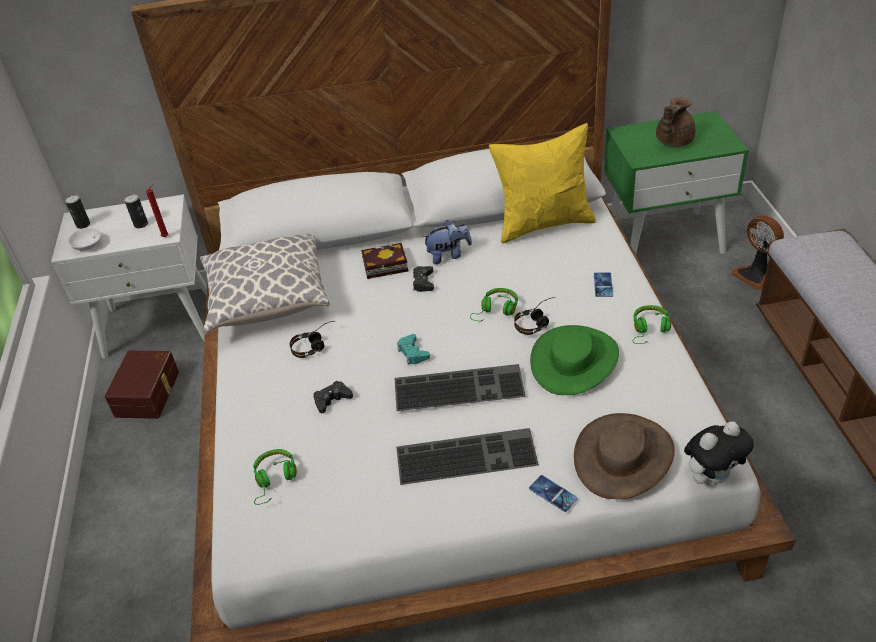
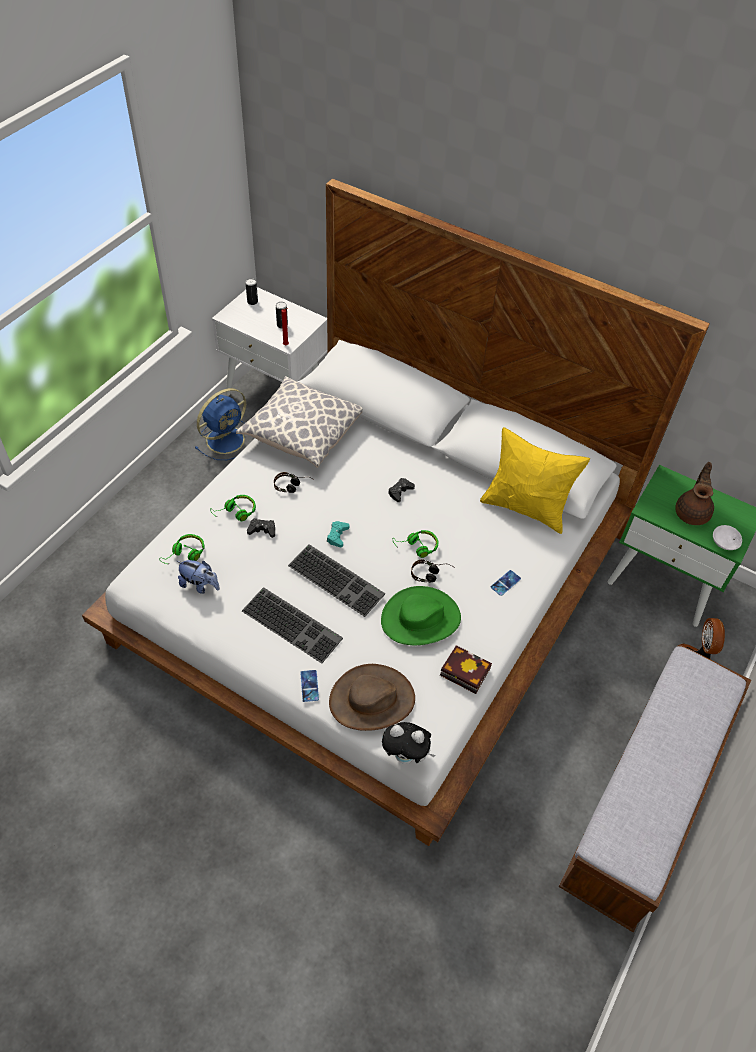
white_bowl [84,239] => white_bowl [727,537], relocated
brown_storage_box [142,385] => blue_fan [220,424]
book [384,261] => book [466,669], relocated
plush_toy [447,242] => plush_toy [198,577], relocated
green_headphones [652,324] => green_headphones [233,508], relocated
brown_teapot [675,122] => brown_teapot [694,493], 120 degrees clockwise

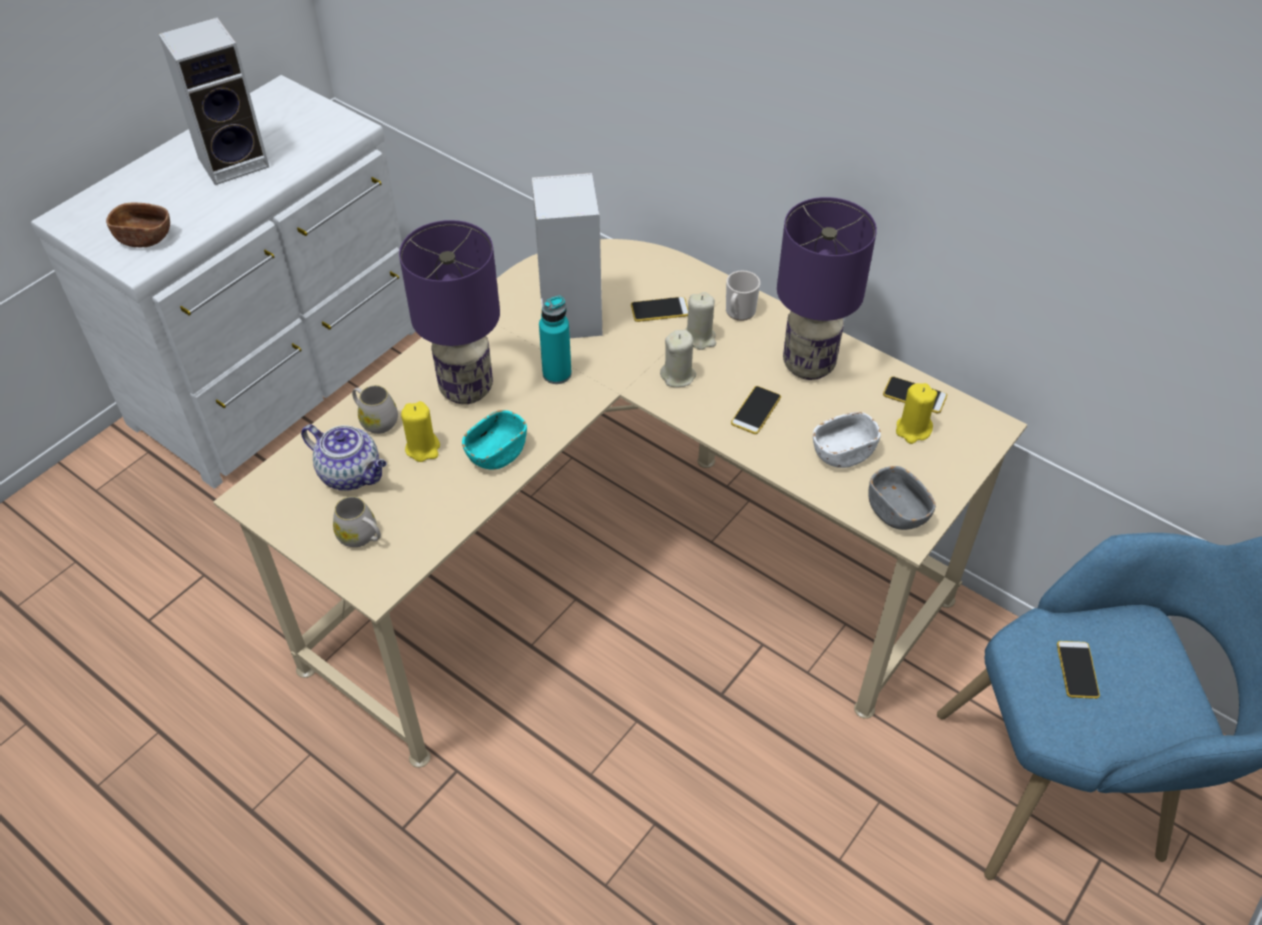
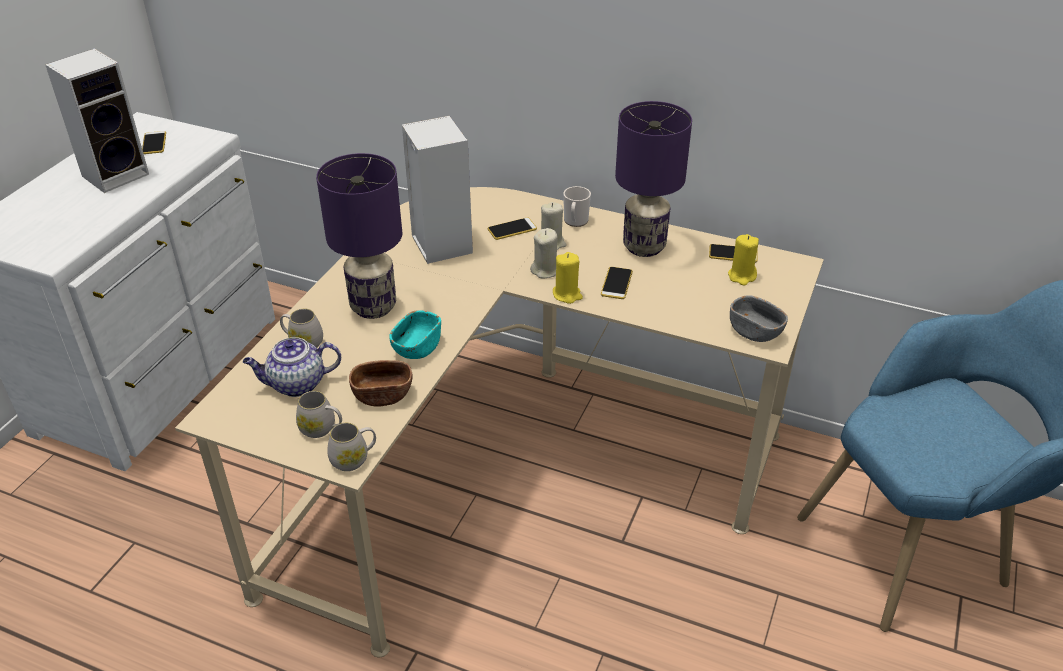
brown_bowl [138,225] => brown_bowl [380,383], relocated
teapot [344,457] => teapot [292,367], 150 degrees clockwise
yellow_candle [420,431] => yellow_candle [568,278], relocated
turquoise_bottle [555,340] => nothing
white_bowl [847,440] => nothing
phone [1078,670] => phone [154,142], relocated
nothing => white_mug [351,447]

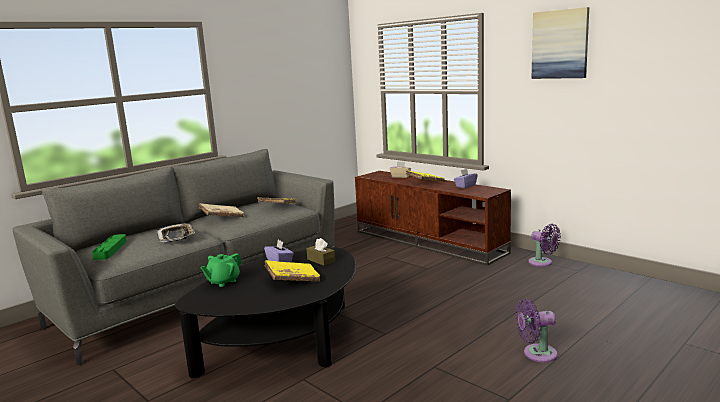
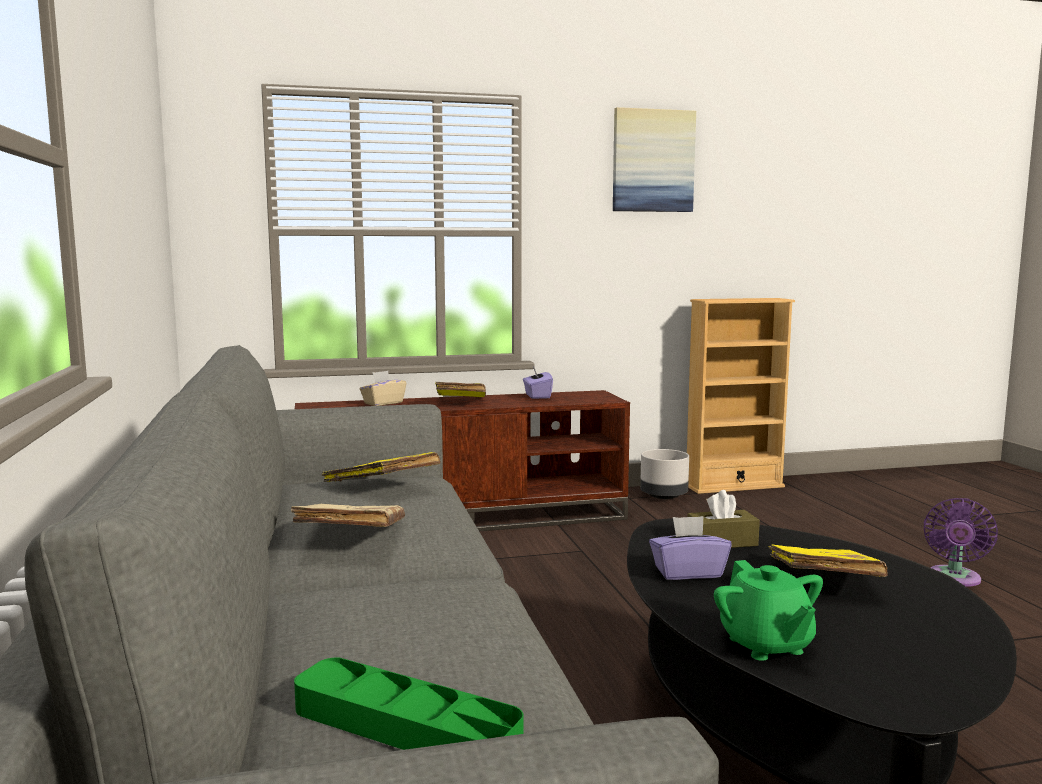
tray [175,232] => nothing
purple_fan [544,245] => grey_planter [664,474]
nothing => beige_bookcase [741,396]

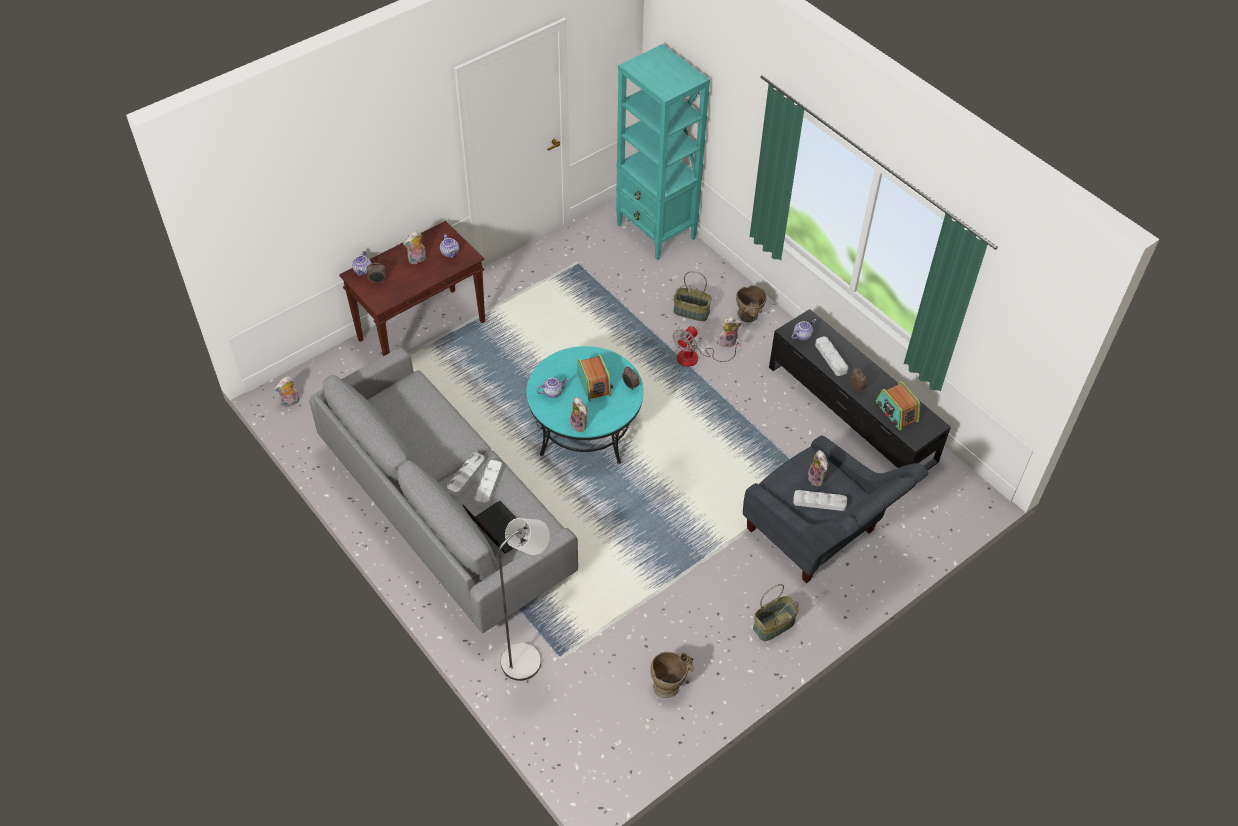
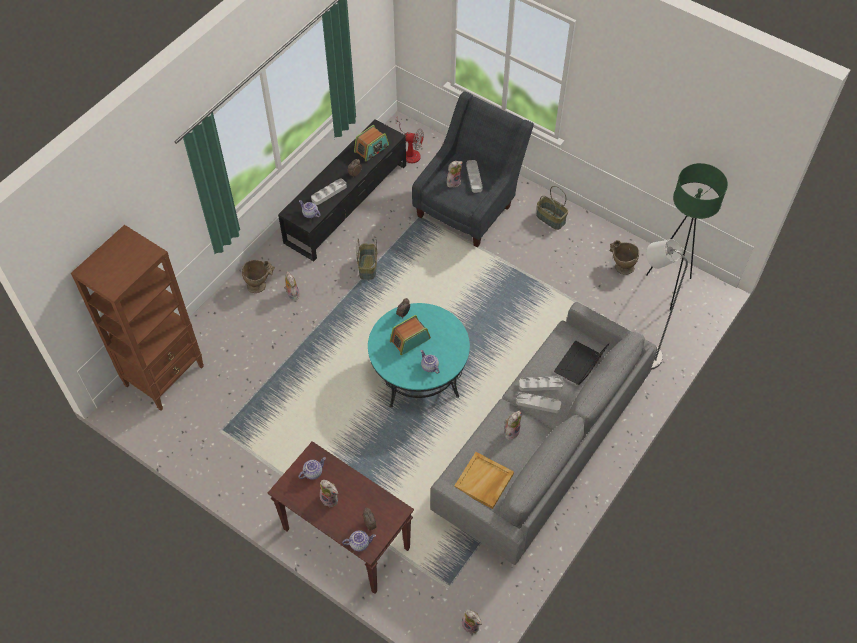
plush_toy [579,414] => plush_toy [513,425], relocated
turquoise_bookcase [663,152] => brown_bookcase [137,318]
basket [692,296] => basket [366,259], relocated
fan [707,346] => fan [410,140], relocated
nothing => beige_tray [484,480]
nothing => green_floor_lamp [687,236]

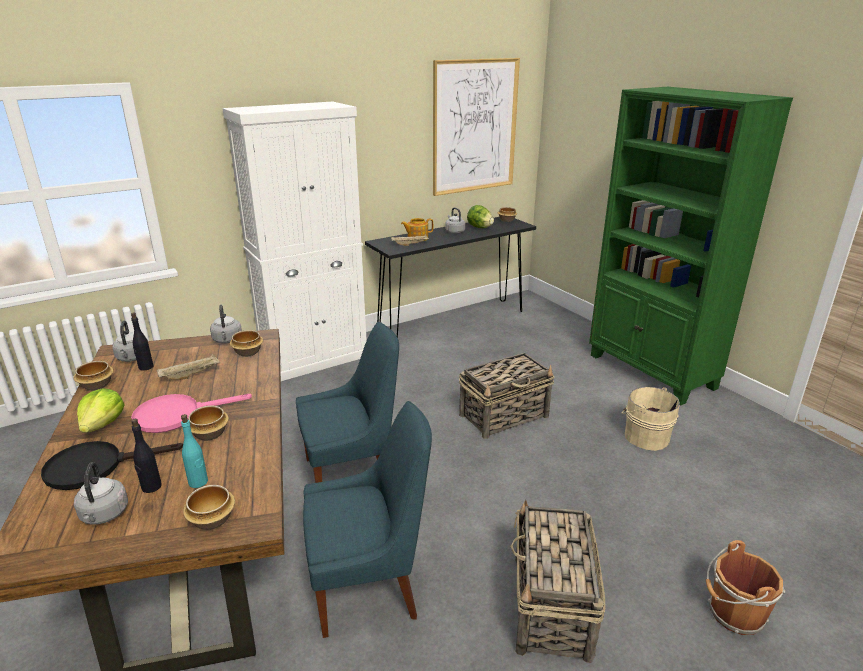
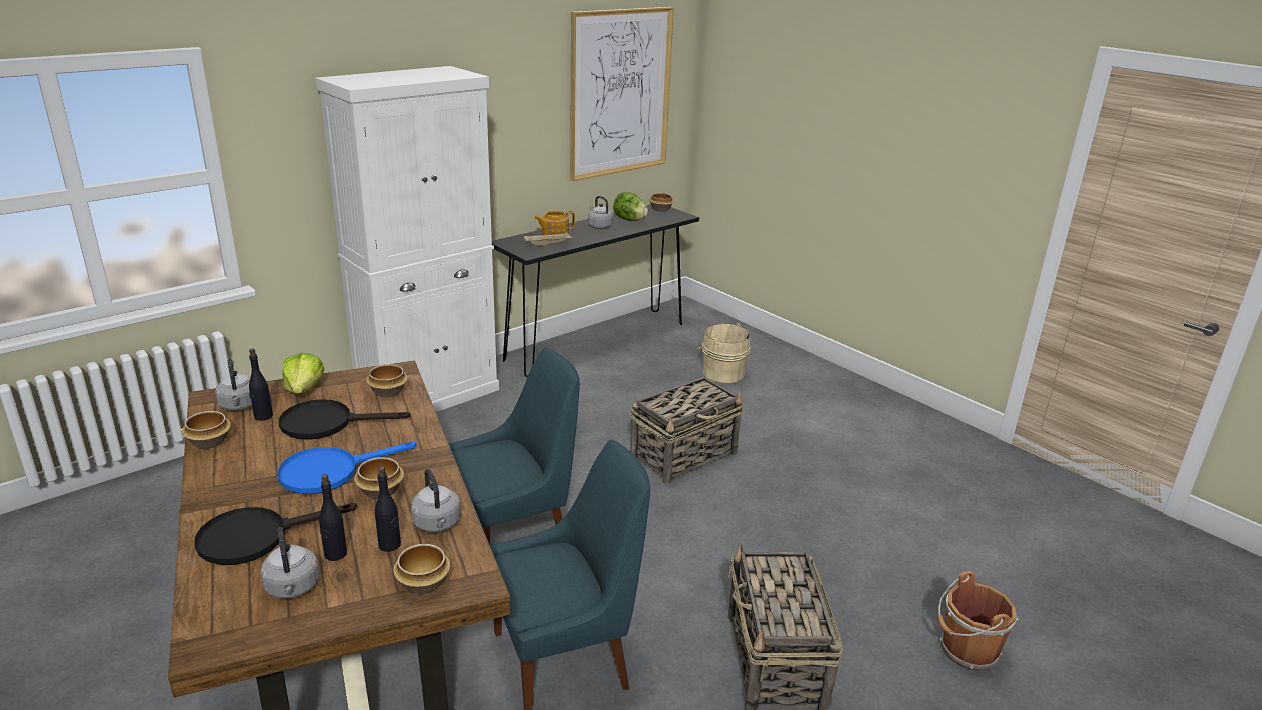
lettuce [101,410] => lettuce [303,373], relocated
pink_frying_pan [191,413] => blue_frying_pan [346,468]
beige_tray [189,367] => black_frying_pan [345,419]
turquoise_bottle [194,451] => black_bottle [388,509]
grey_kettle [226,324] => grey_kettle [436,500], relocated
green_bookcase [691,246] => nothing
beige_bucket [651,419] => beige_bucket [724,353], relocated

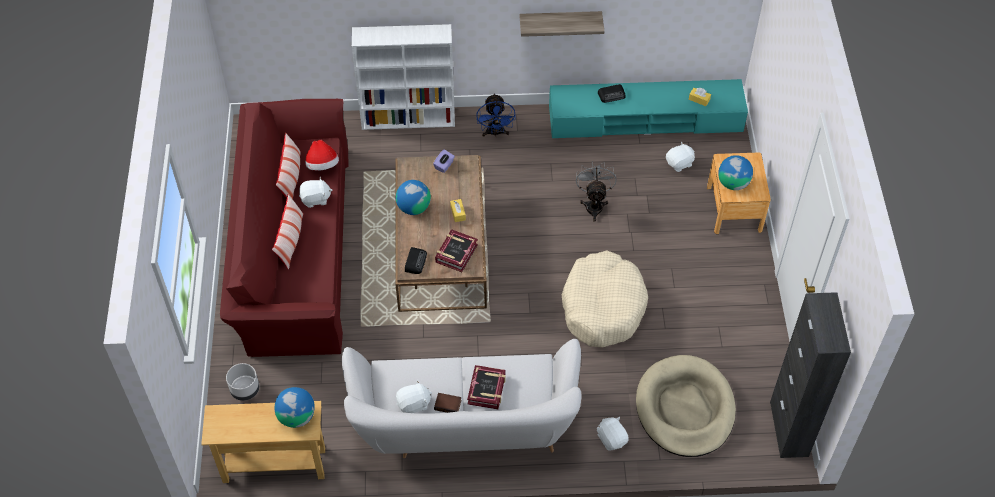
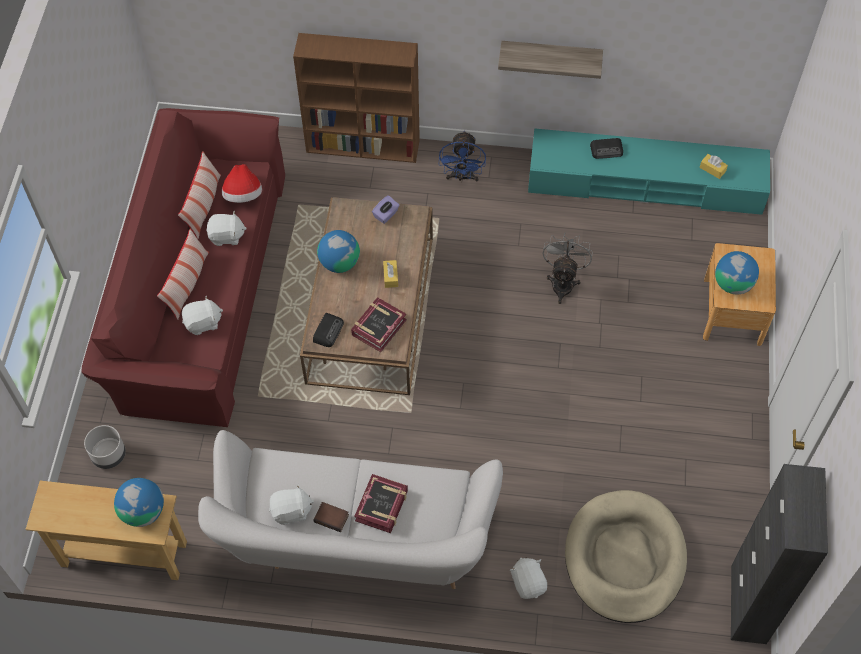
white_bookcase [403,77] => brown_bookcase [356,98]
beige_dog_bed [605,299] => nothing
white_plush_toy [680,157] => white_plush_toy [202,315], relocated

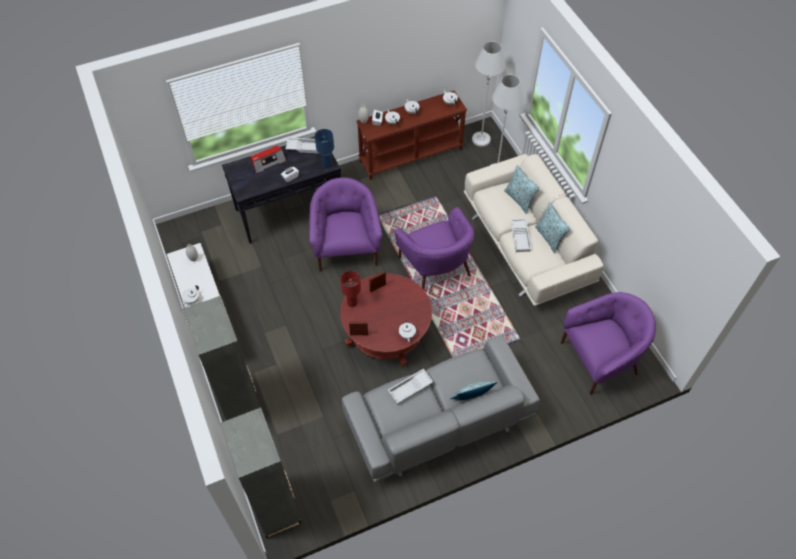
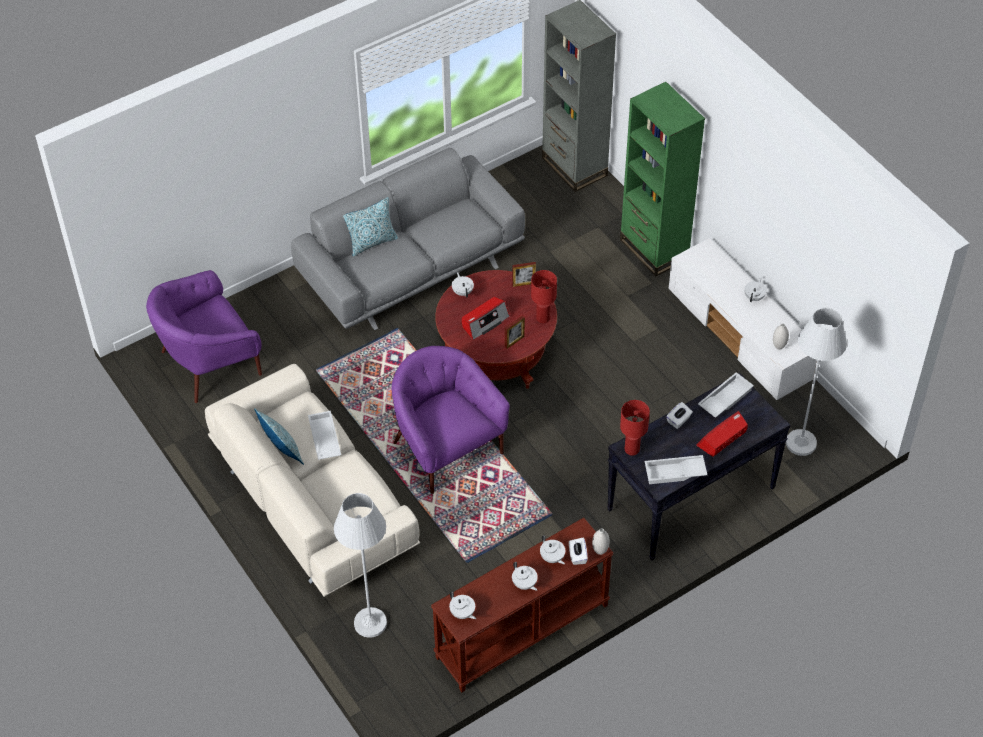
grey_bookcase [221,358] => green_bookcase [662,179]
purple_armchair [345,224] => nothing
blue_table_lamp [324,148] => red_table_lamp [635,428]
white_tray [410,387] => white_tray [726,395], relocated
white_floor_lamp [489,94] => white_floor_lamp [816,382], relocated
pillow [522,189] => nothing
nothing => radio [486,318]

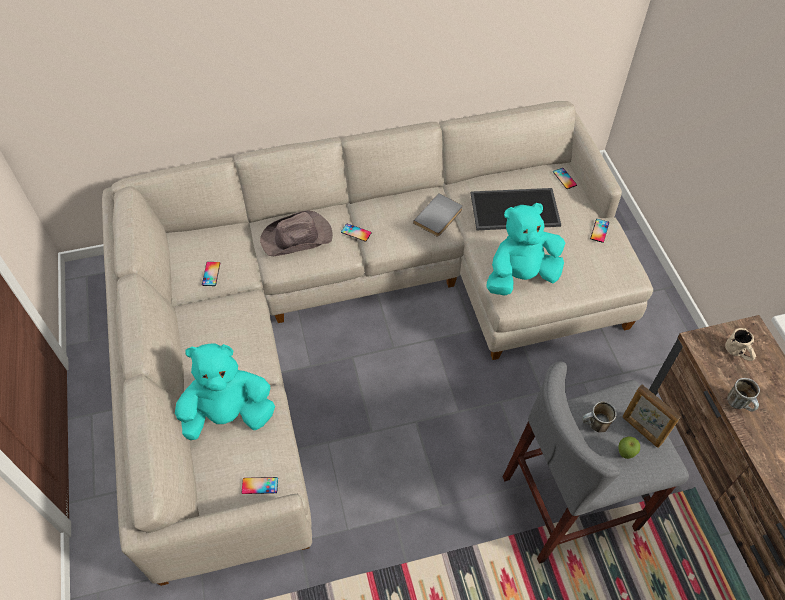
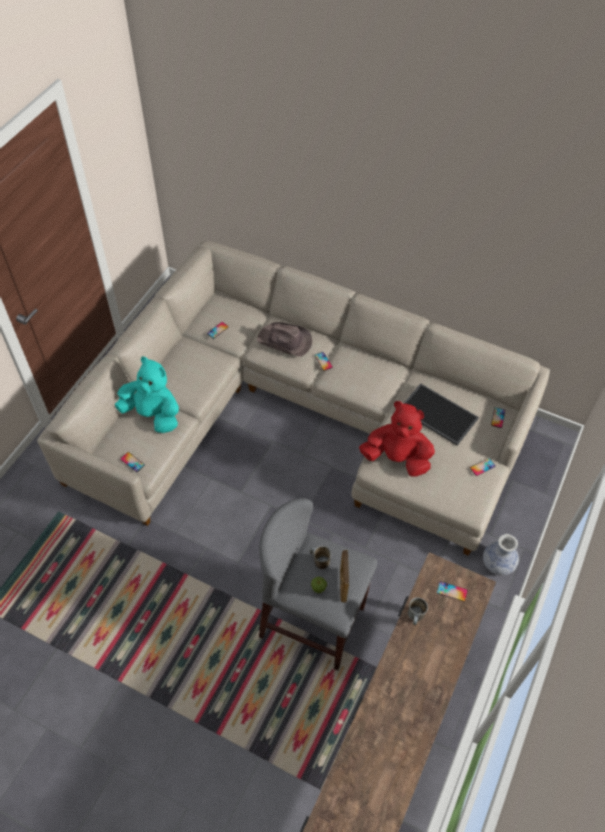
grey_book [437,215] => nothing
turquoise_plush_toy [525,249] => red_plush_toy [397,439]
beige_mug [740,344] => phone [452,591]
nothing => vase [501,555]

